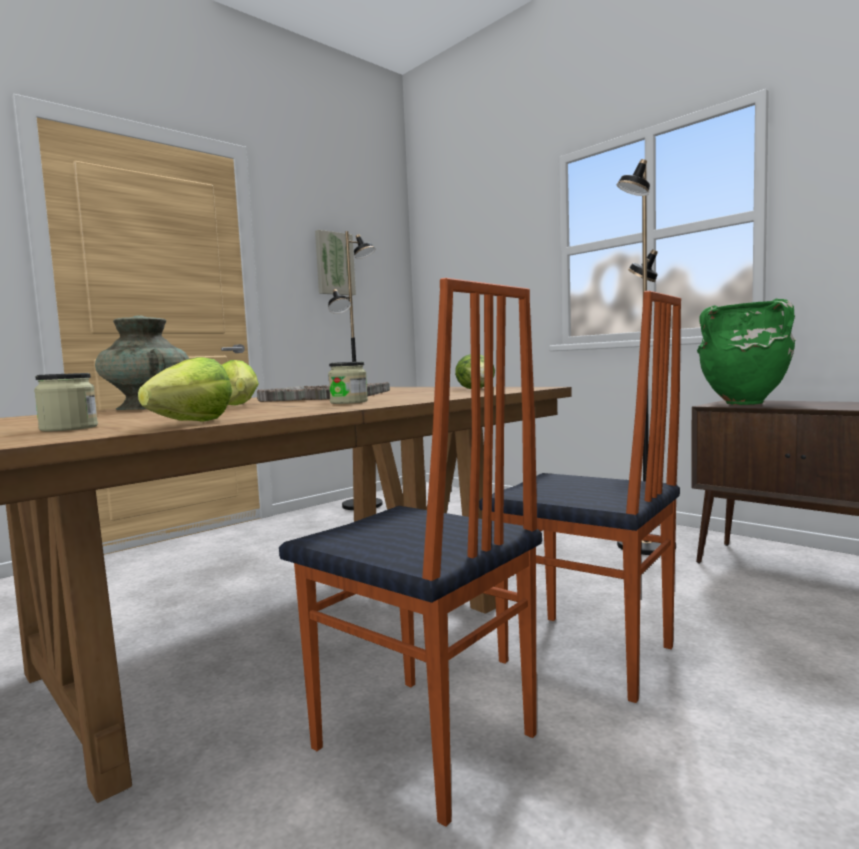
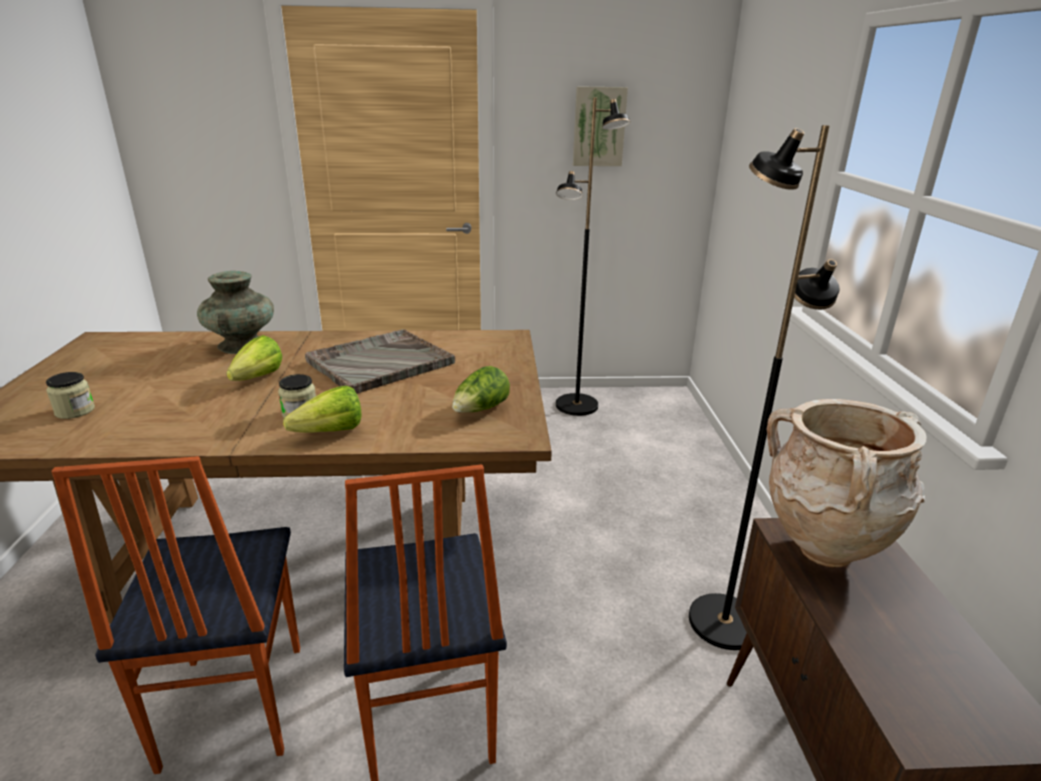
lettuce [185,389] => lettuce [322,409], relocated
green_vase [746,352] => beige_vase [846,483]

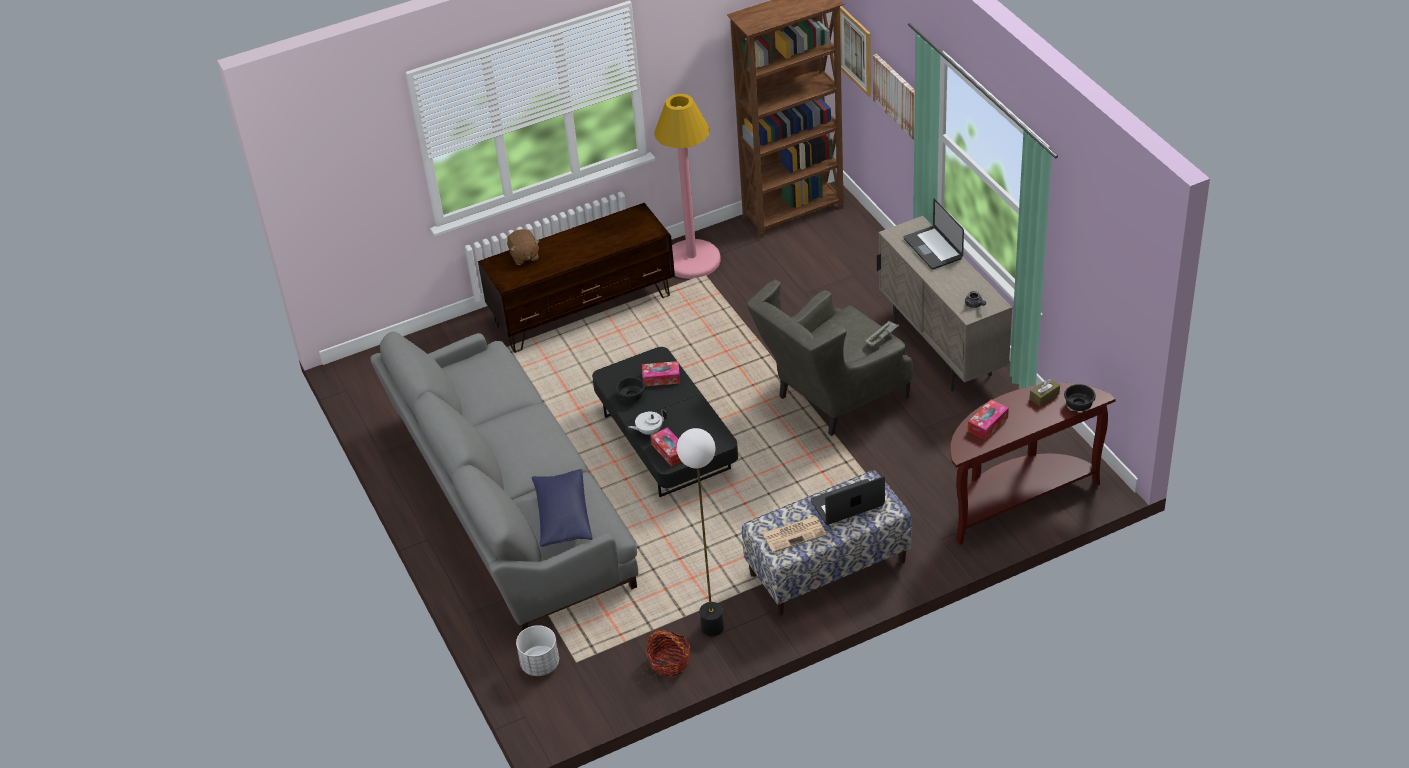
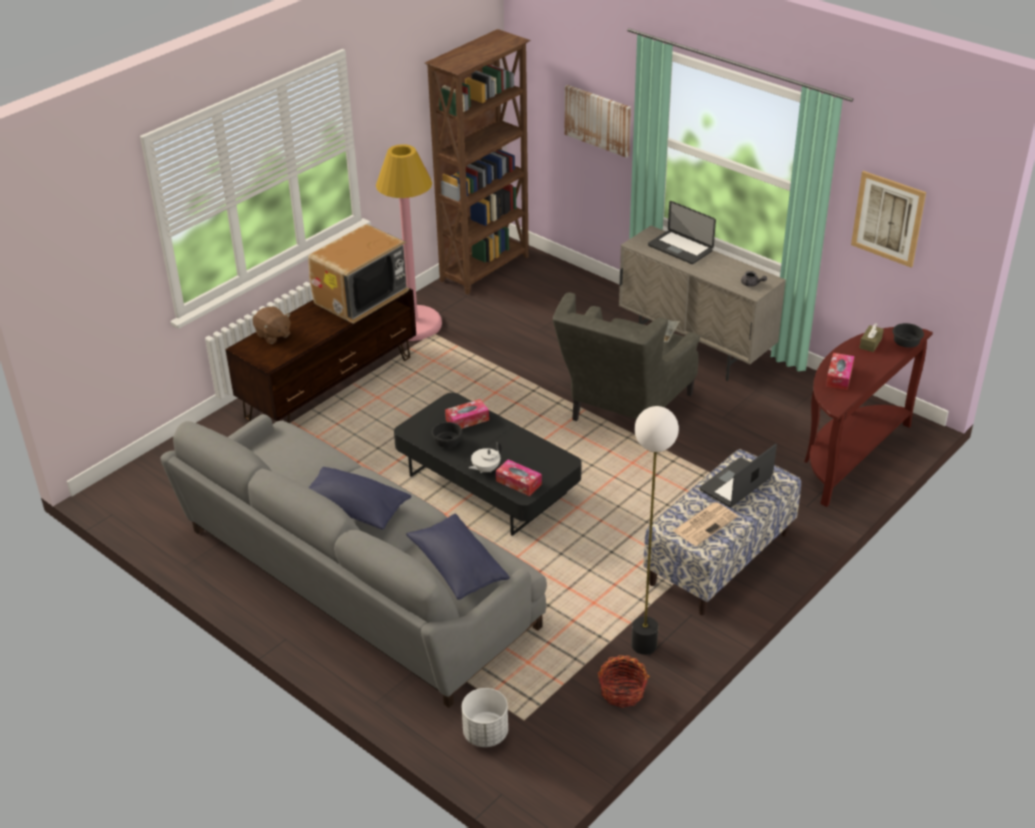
picture [855,51] => picture [888,219], relocated
nothing => television [358,274]
nothing => blue_pillow [359,498]

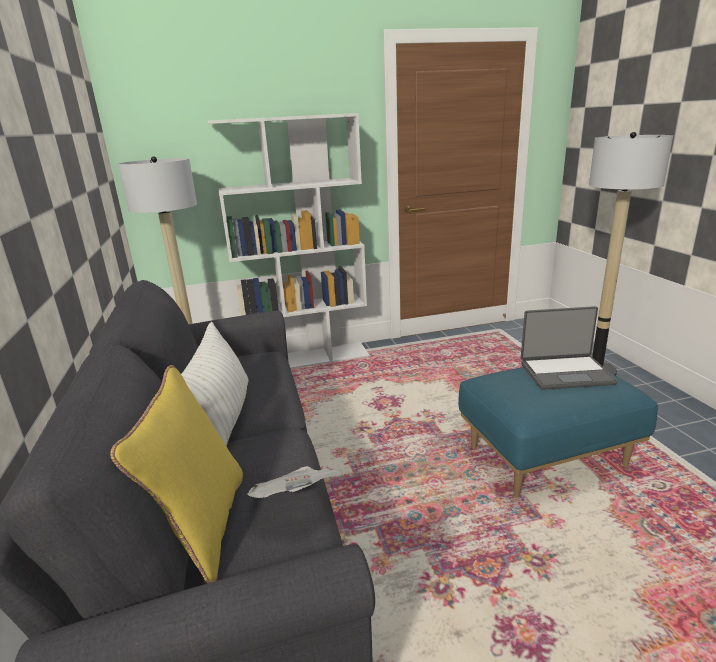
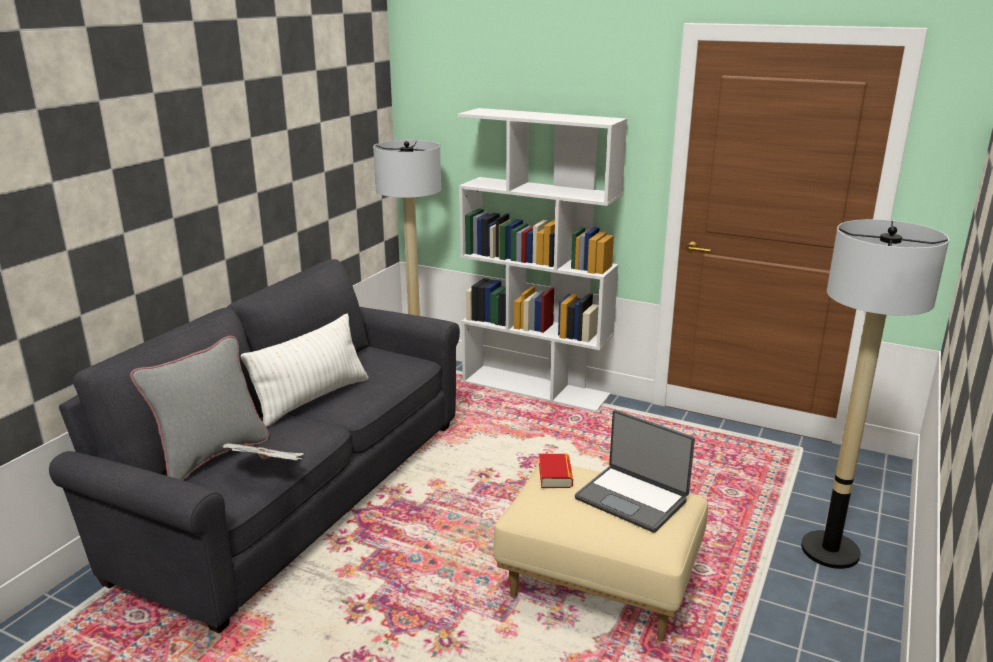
yellow_pillow [176,474] => grey_pillow [199,408]
blue_ottoman [558,432] => beige_ottoman [601,553]
nothing => book [556,471]

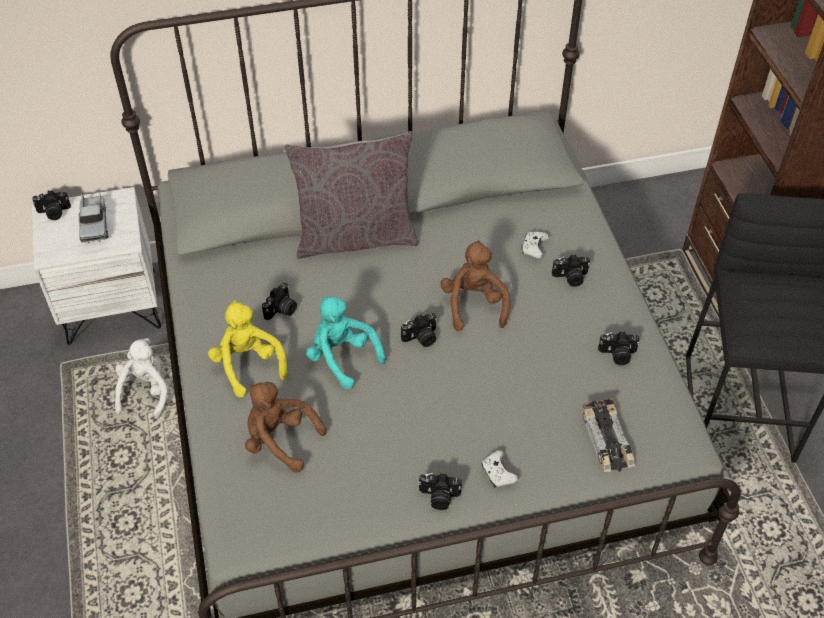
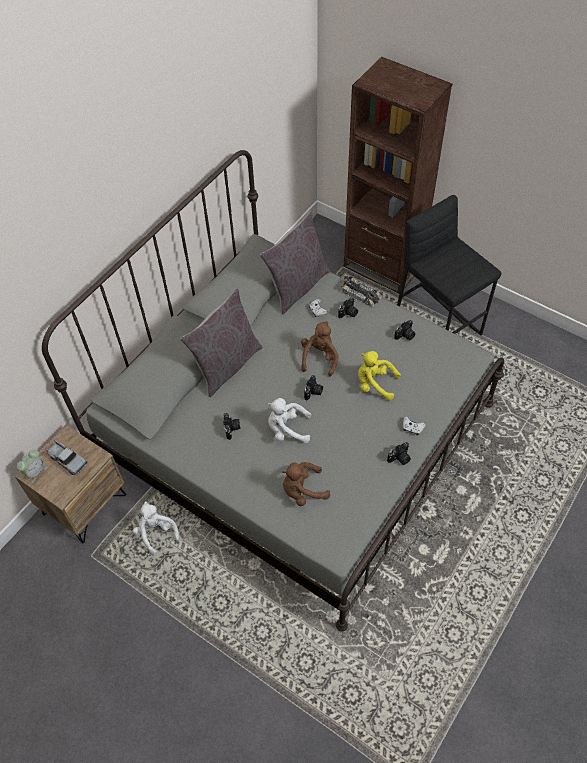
white_nightstand [96,266] => brown_nightstand [70,484]
photo_camera [51,205] => alarm_clock [32,466]
yellow_plush_toy [247,349] => yellow_plush_toy [379,375], relocated
turquoise_plush_toy [346,342] => white_plush_toy [289,420]
brown_plush_toy [475,285] => brown_plush_toy [320,349], 60 degrees clockwise
toy_car [608,435] => toy_car [361,291], relocated
nothing => grey_pillow [295,262]

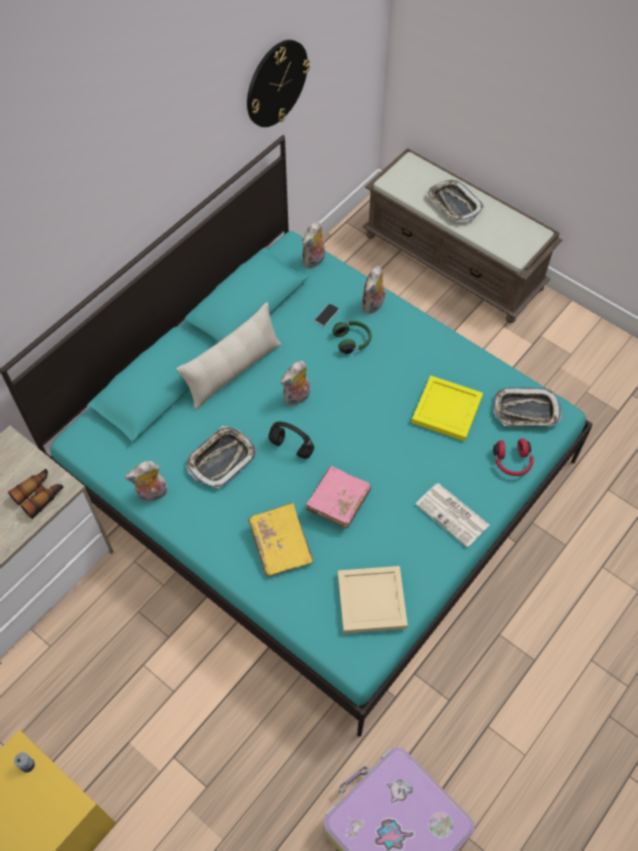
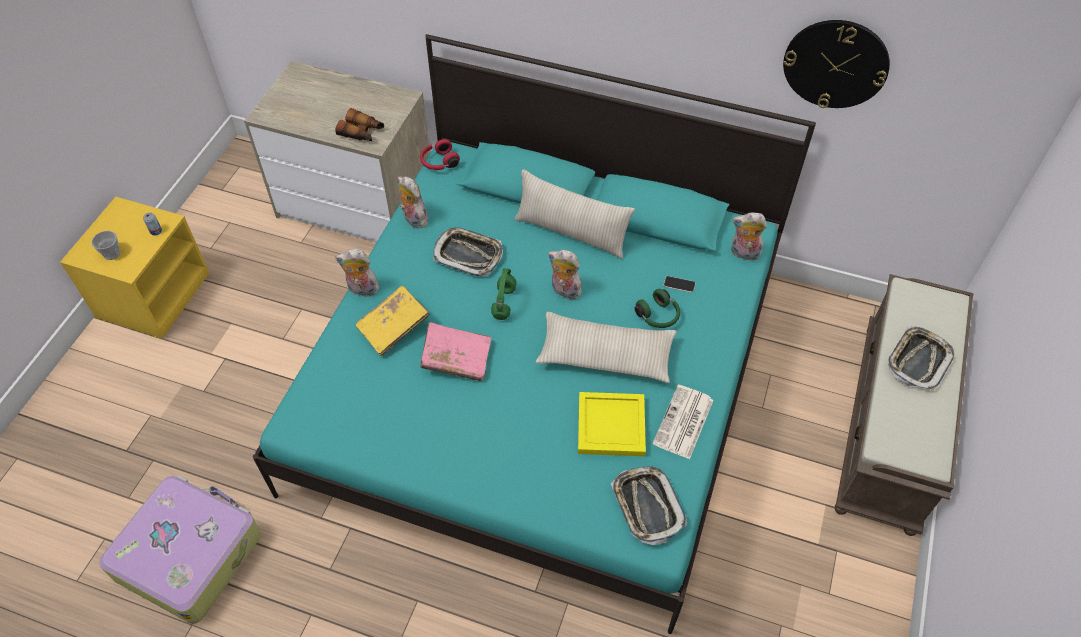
black_headphones [291,440] => green_headphones [504,294]
beige_tray [373,600] => nothing
plush_toy [374,290] => plush_toy [357,273], relocated
newspaper [453,515] => newspaper [683,422], relocated
red_headphones [513,457] => red_headphones [440,154], relocated
nothing => cup [106,245]
nothing => beige_pillow [606,347]

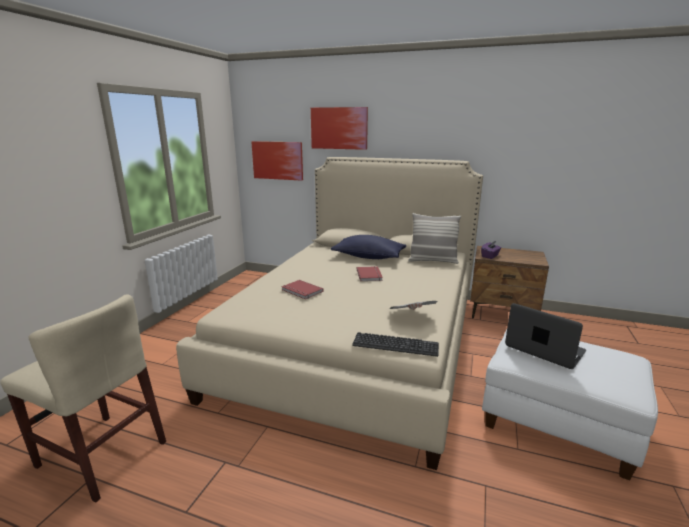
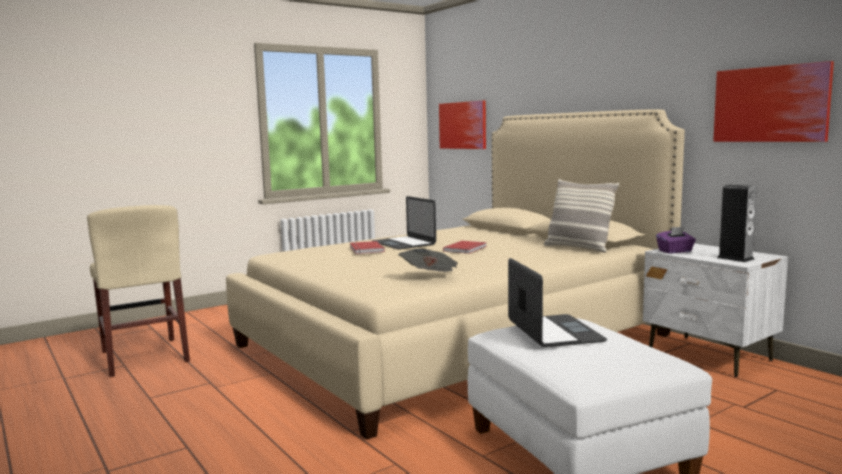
picture [339,128] => picture [773,101], relocated
blue_pillow [368,247] => nothing
keyboard [395,344] => nothing
brown_nightstand [509,282] => white_nightstand [715,310]
nothing => laptop [404,223]
nothing => speaker [737,223]

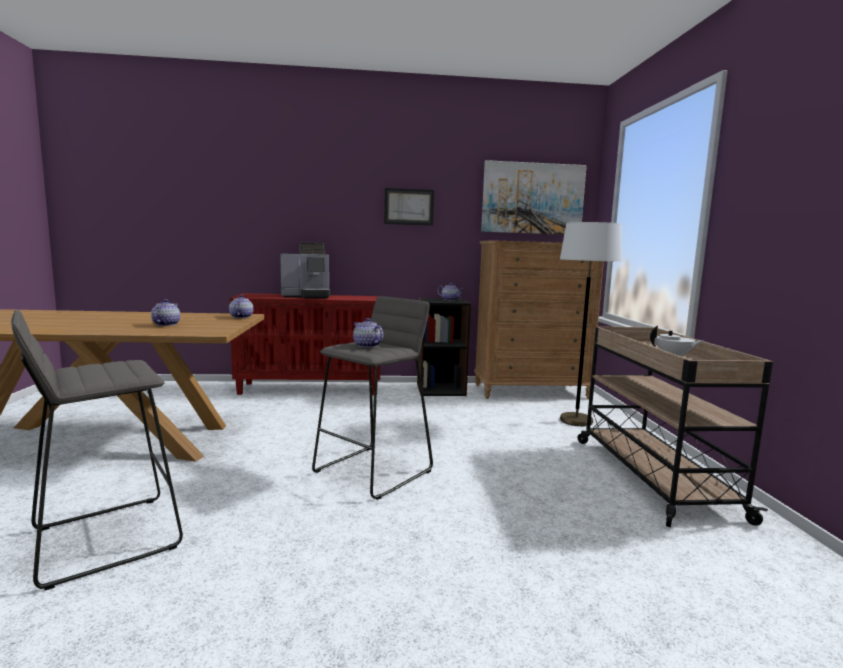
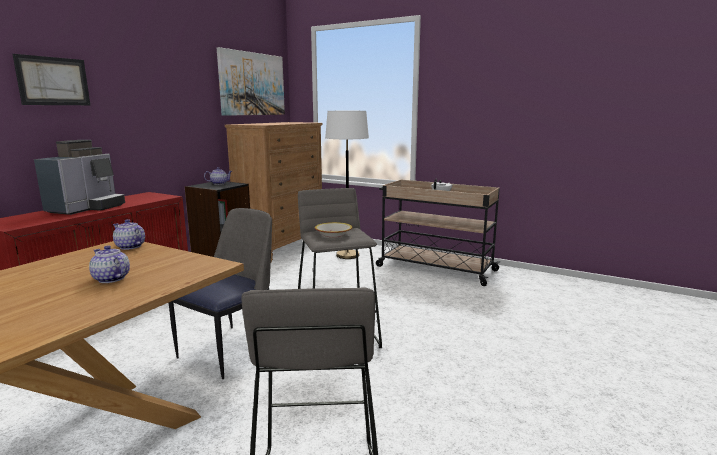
teapot [368,333] => bowl [333,229]
picture [409,207] => picture [51,79], relocated
nothing => chair [220,293]

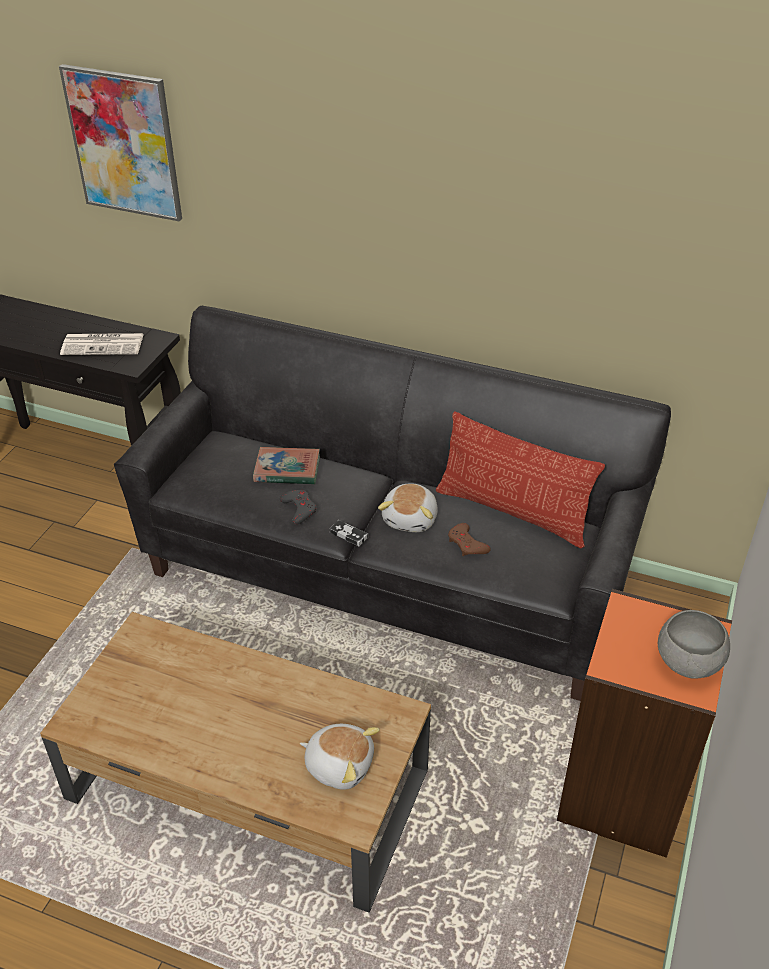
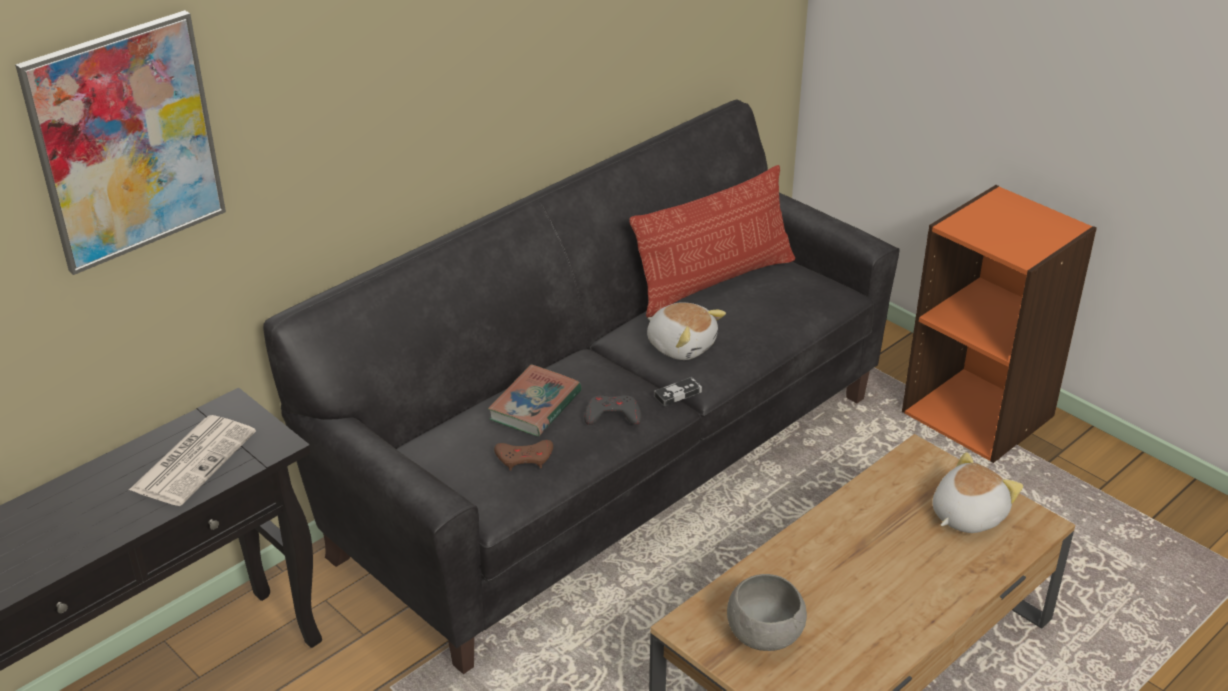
brown_game_controller [469,539] => brown_game_controller [523,455], relocated
grey_bowl [694,644] => grey_bowl [767,612], relocated

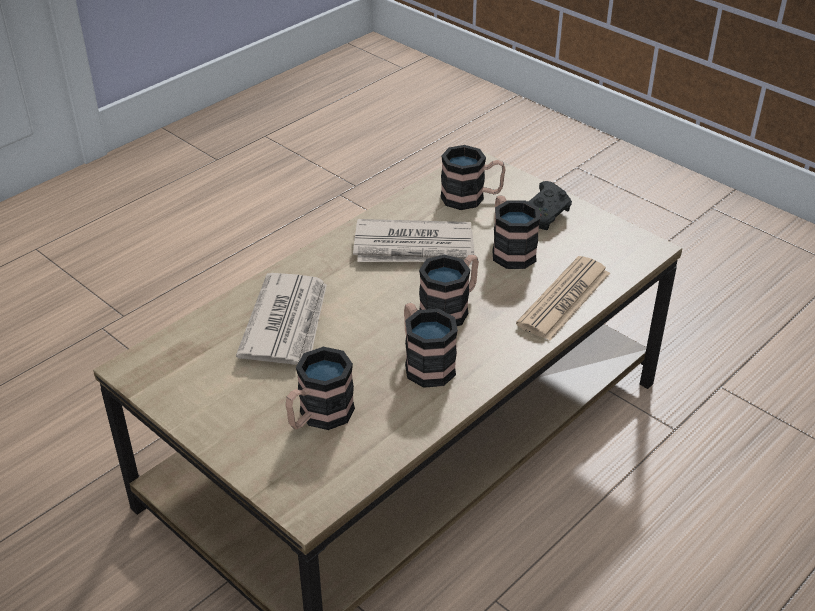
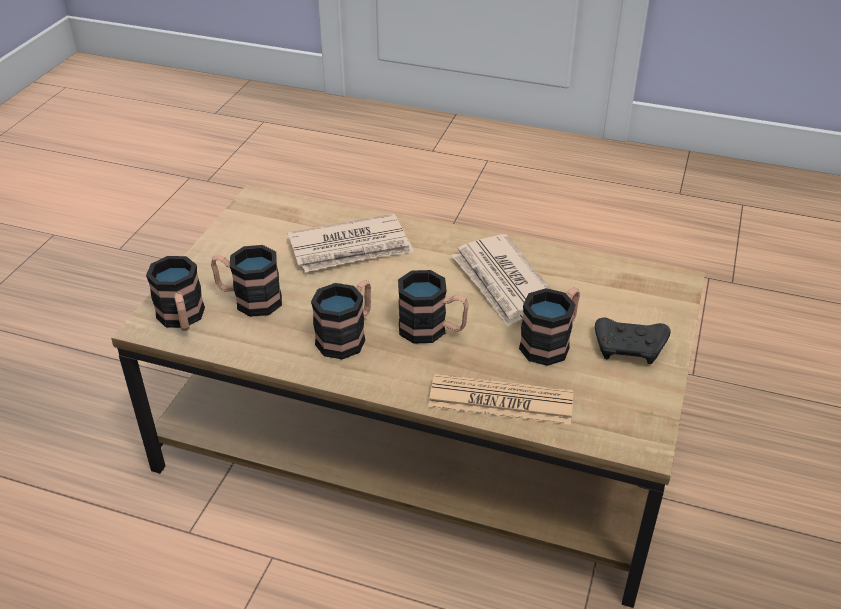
mug [473,177] => mug [175,293], relocated

